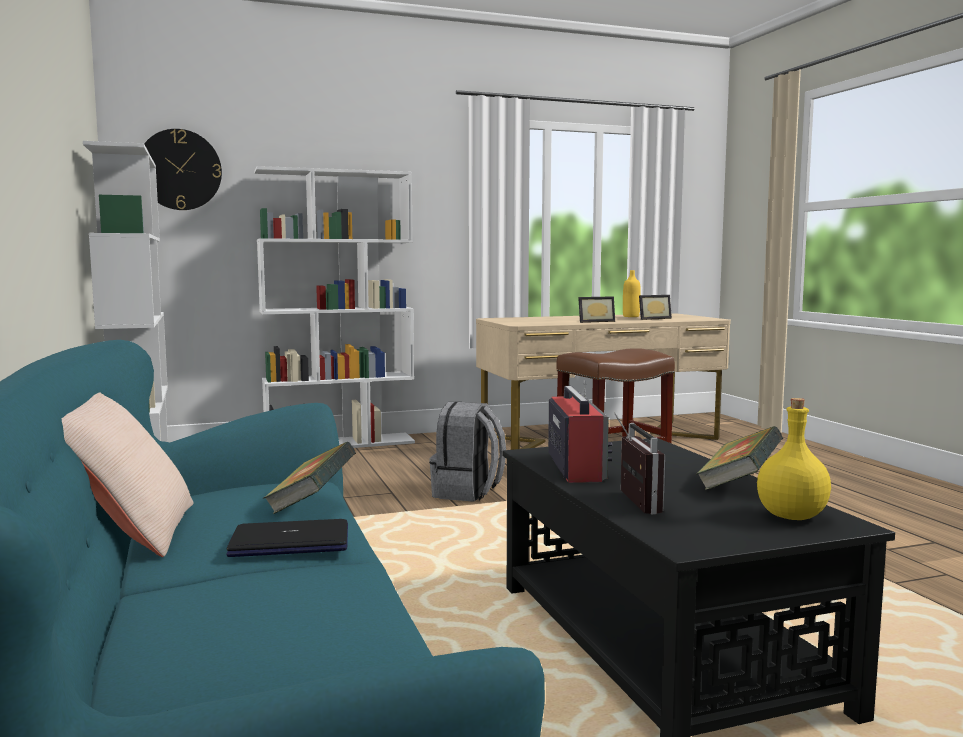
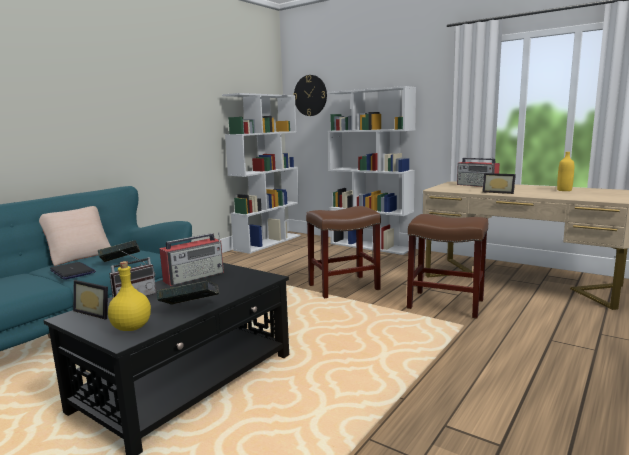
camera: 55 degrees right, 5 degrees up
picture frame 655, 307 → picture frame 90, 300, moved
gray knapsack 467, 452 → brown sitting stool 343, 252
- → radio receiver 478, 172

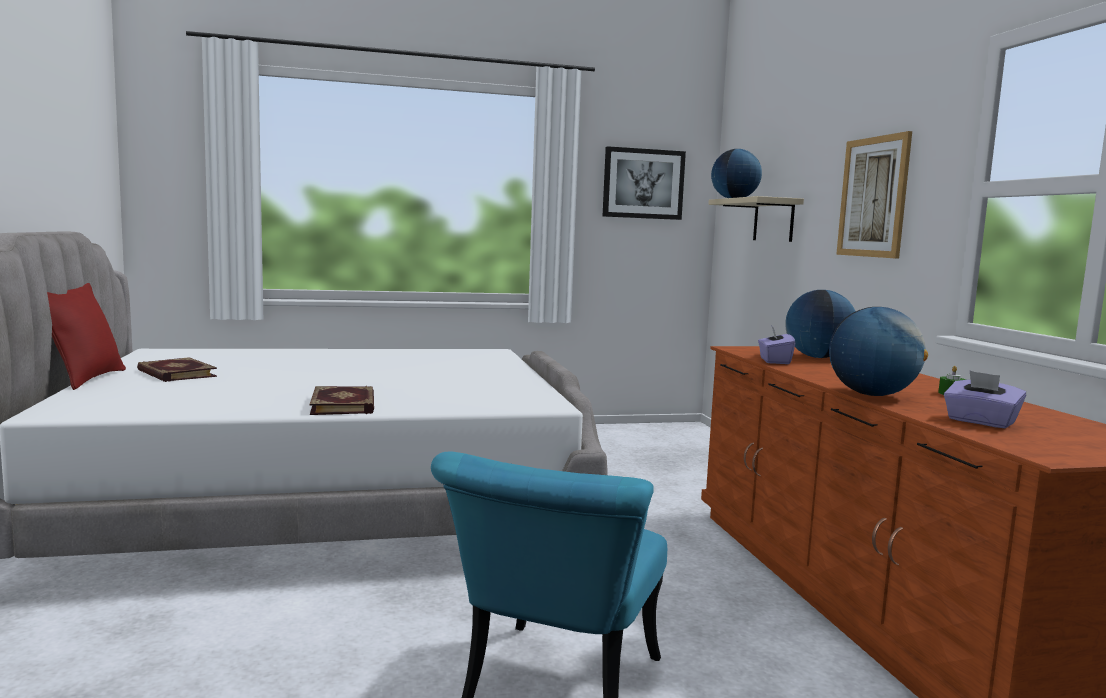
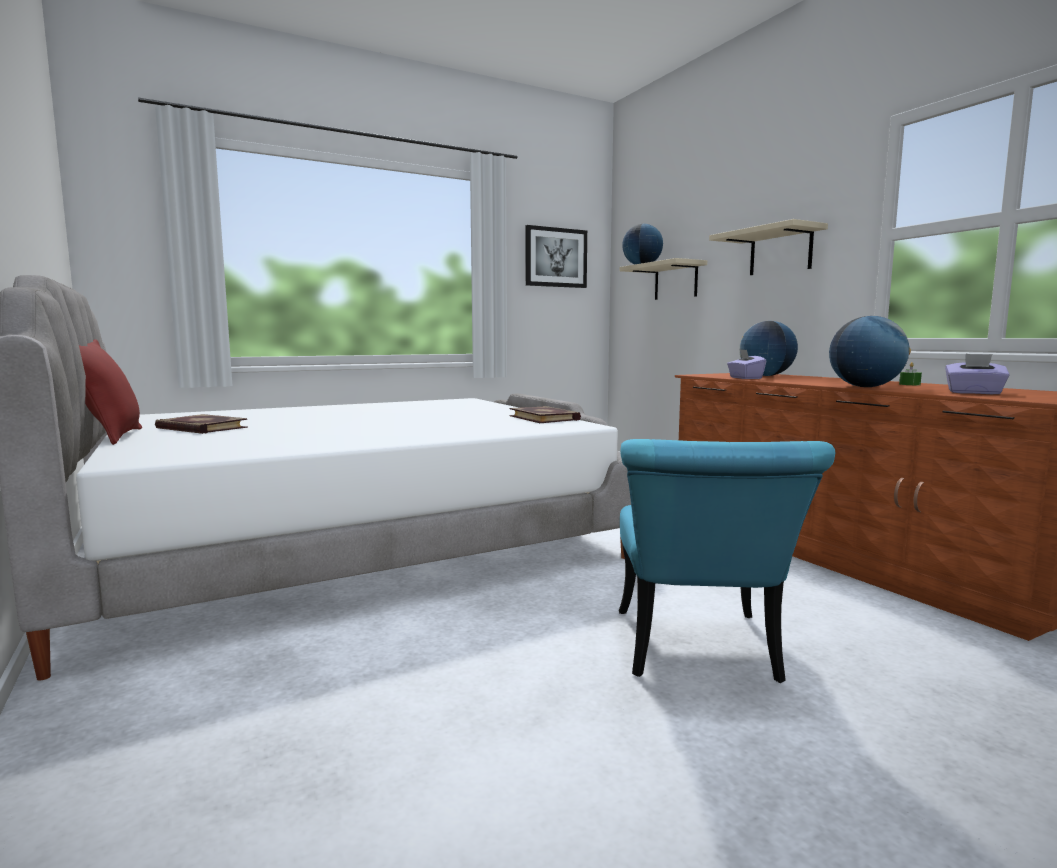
camera: 15 degrees left, 0 degrees up
wall art 874, 195 → beige-coloured bracket shelf 768, 247
bound book 342, 400 → bound book 545, 414, moved

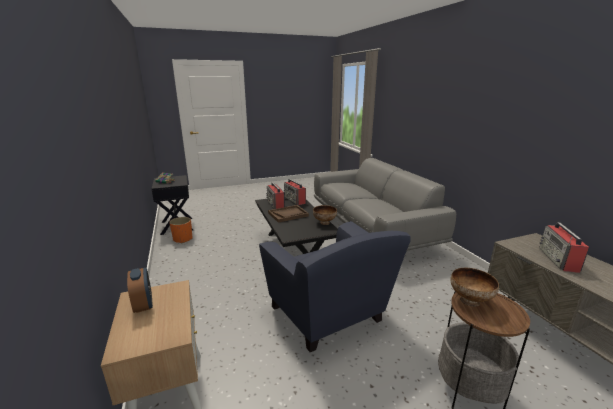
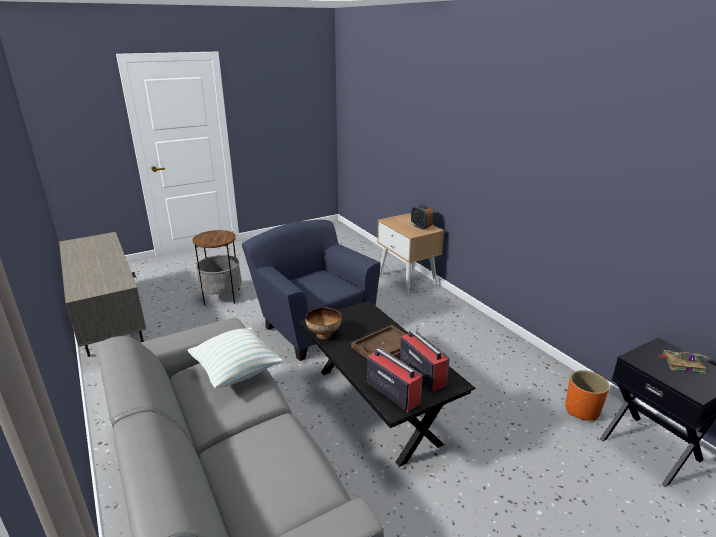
camera: 170 degrees right, 5 degrees up
radio receiver 564, 247 → -
deep dish 474, 287 → -
- → throw pillow 235, 358

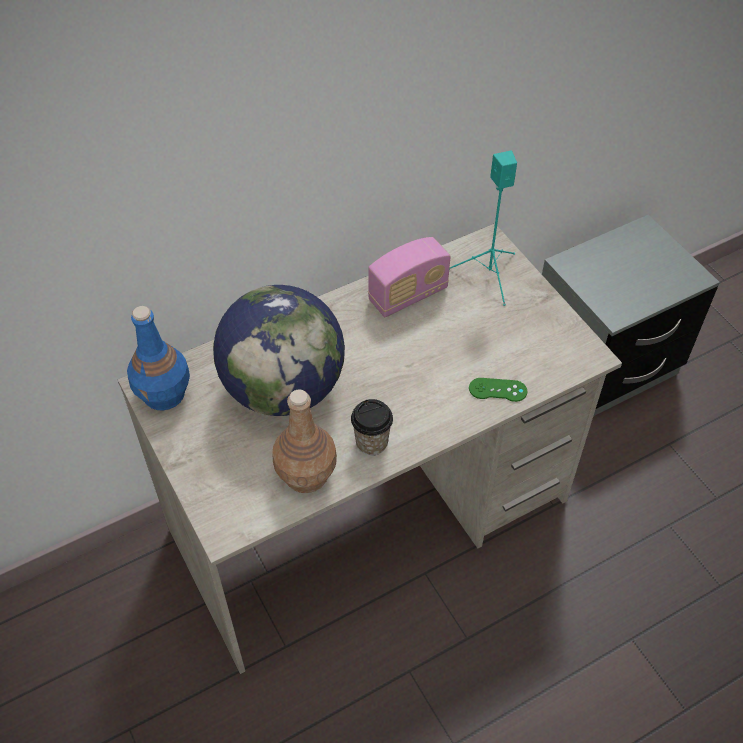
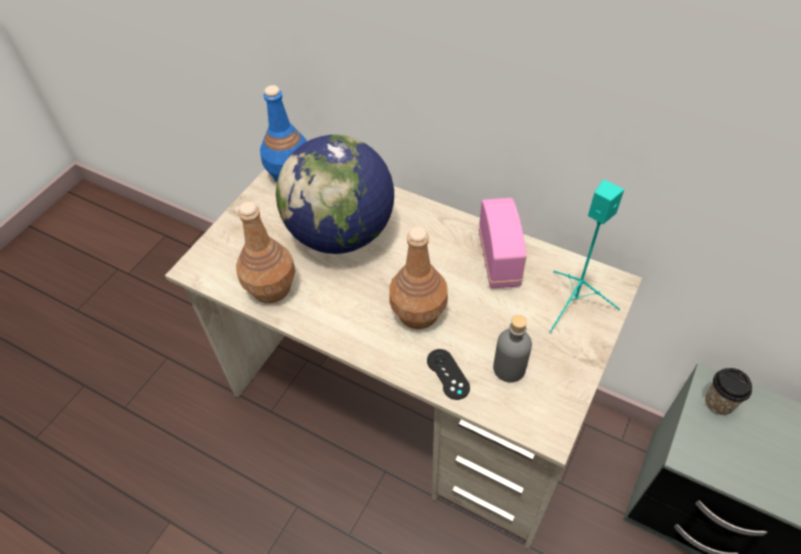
camera: 60 degrees right, 0 degrees up
radio receiver 409, 277 → radio receiver 503, 243, 120 degrees counterclockwise
green game controller 498, 390 → black game controller 448, 374
drinking cup 372, 427 → drinking cup 728, 391, moved
- → brown drink bottle 418, 278
- → gray drink bottle 512, 349

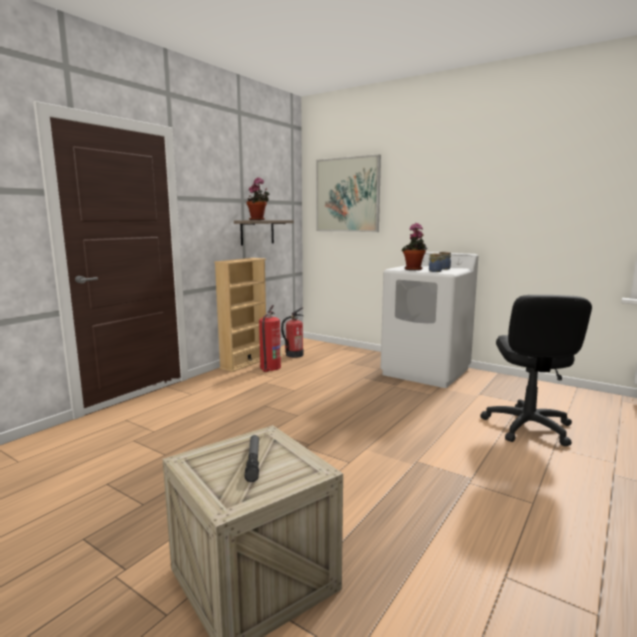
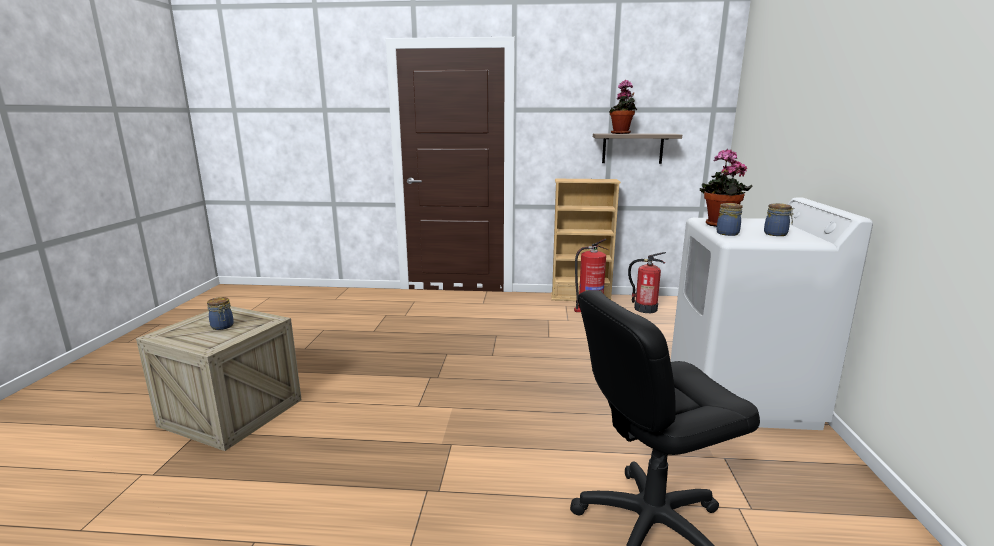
camera: 60 degrees right, 5 degrees up
wall art 348, 193 → -
torch 251, 458 → preserve jar 220, 313

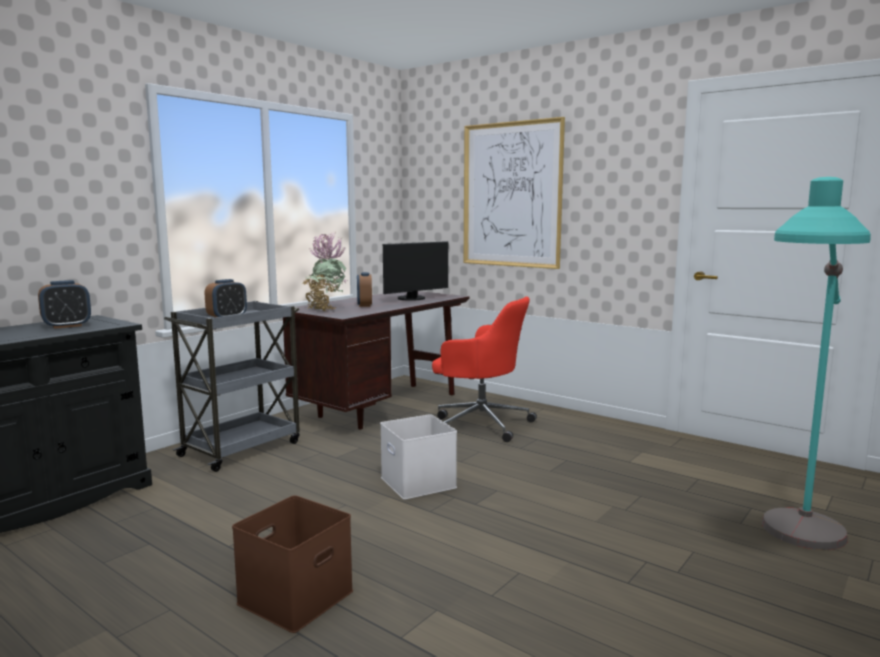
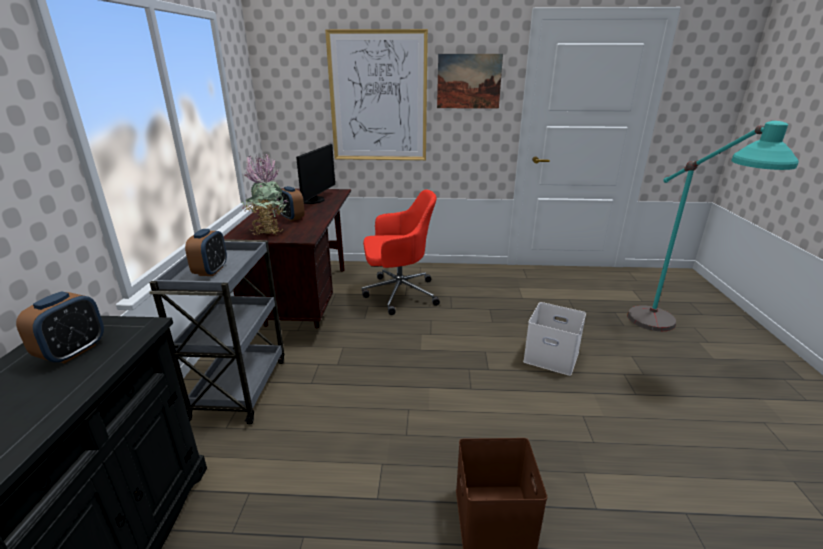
camera: 35 degrees left, 15 degrees up
whitish storage box 418, 456 → whitish storage box 554, 339, moved
- → wall art 470, 81

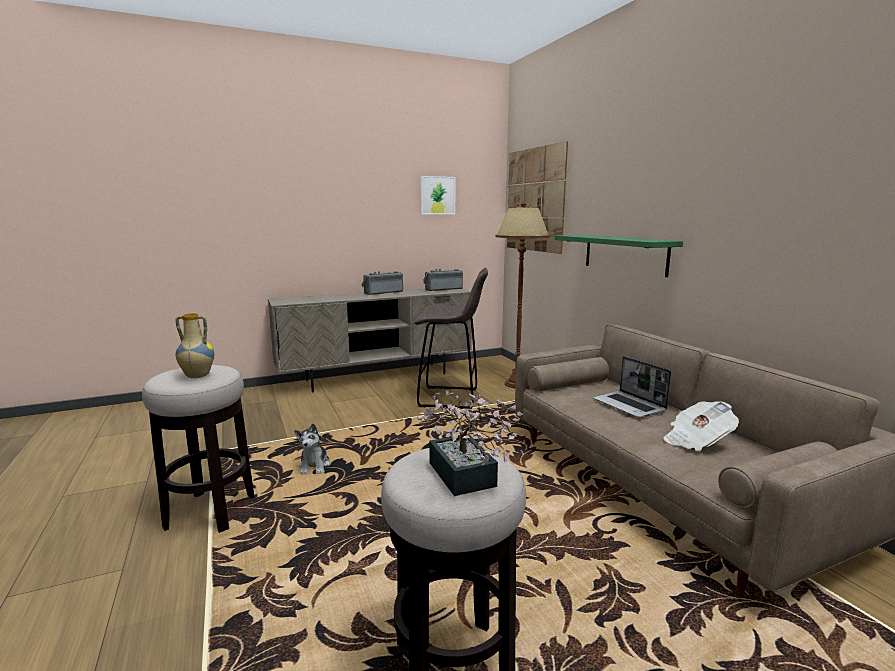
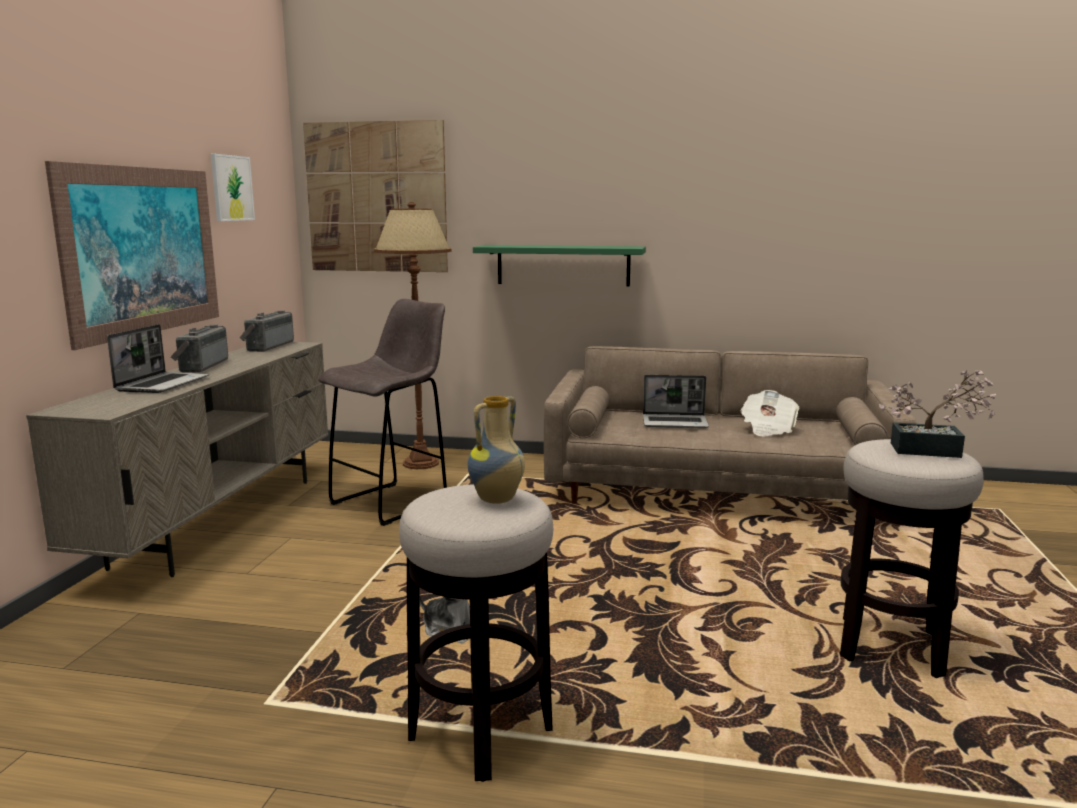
camera: 55 degrees left, 0 degrees up
- → wall art 132, 255
- → portable computer 158, 358

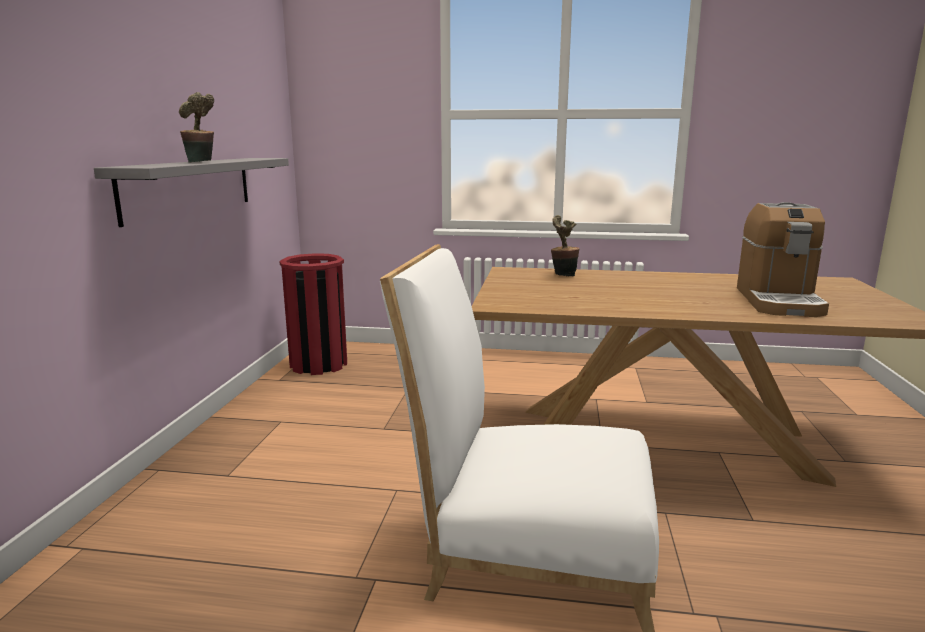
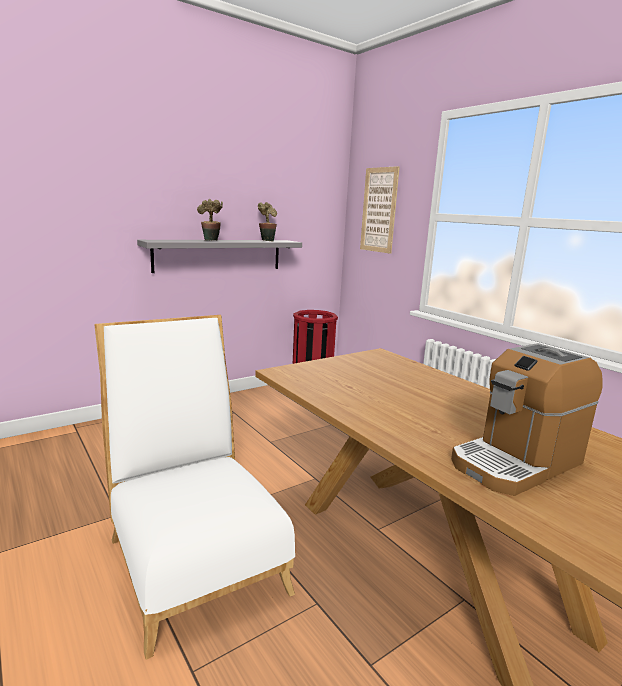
camera: 45 degrees right, 0 degrees up
potted plant 565, 246 → potted plant 267, 222, moved
- → wall art 380, 210

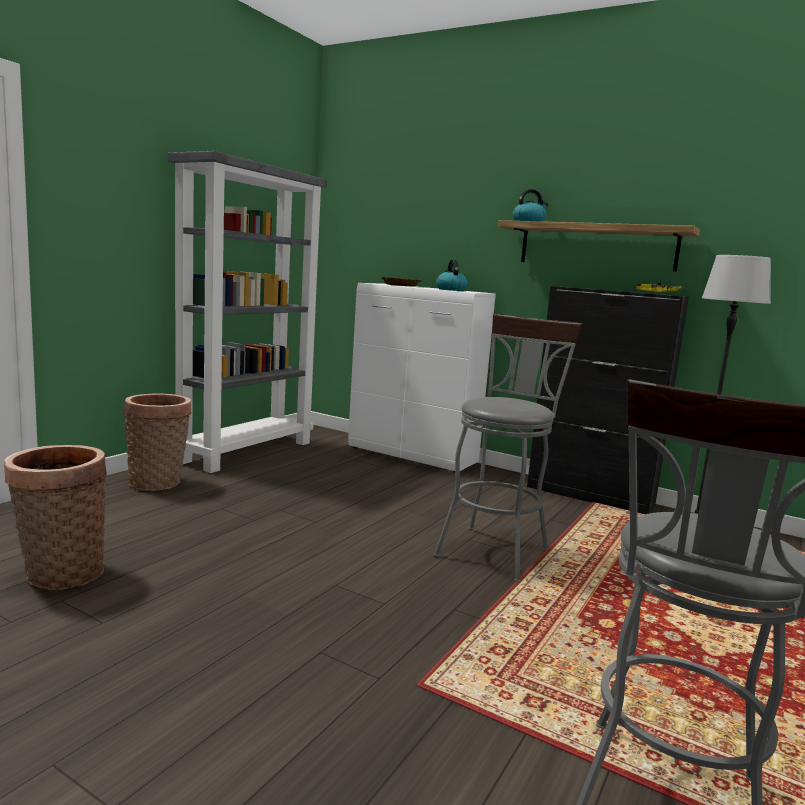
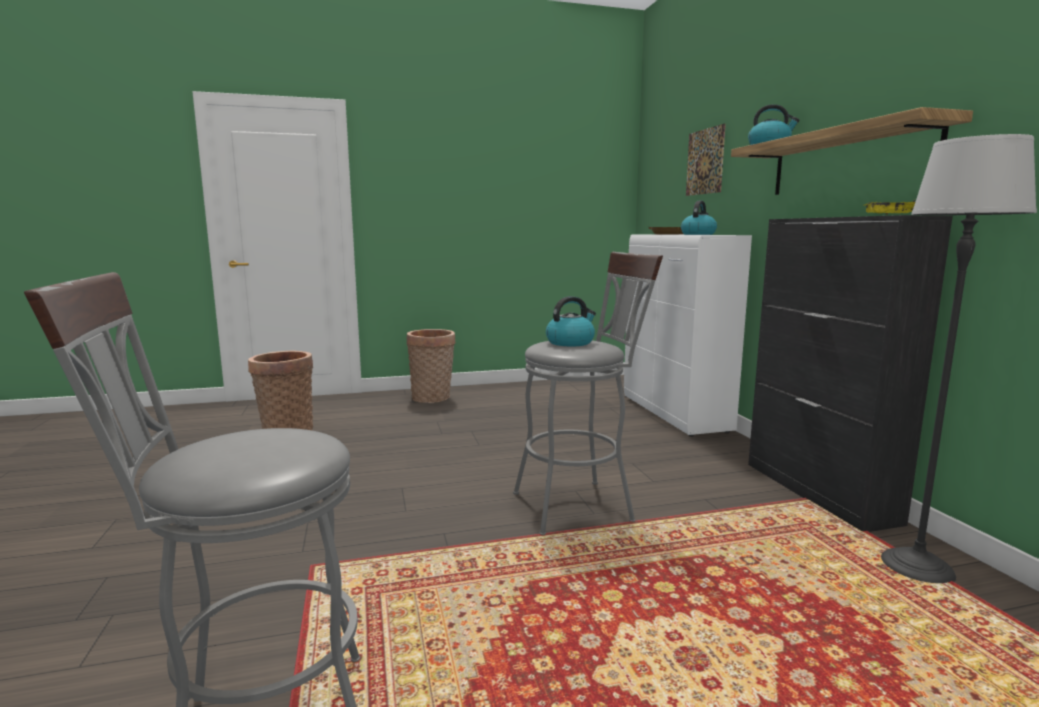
camera: 45 degrees right, 0 degrees up
gray bookcase 247, 312 → -
- → wall art 706, 160
- → tea kettle 571, 321

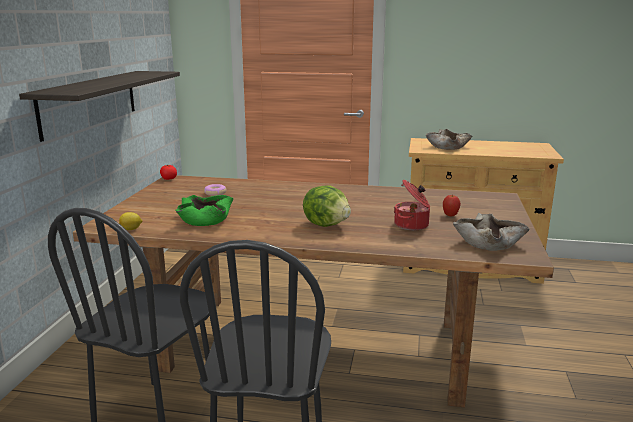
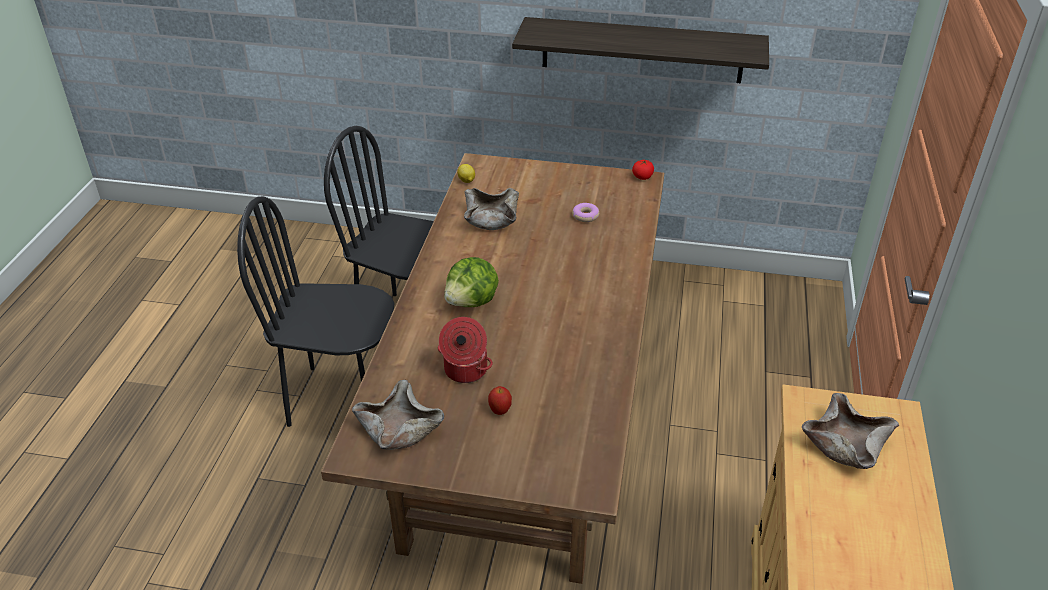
camera: 90 degrees right, 20 degrees up
green deep dish 204, 210 → beige-coloured deep dish 491, 209

